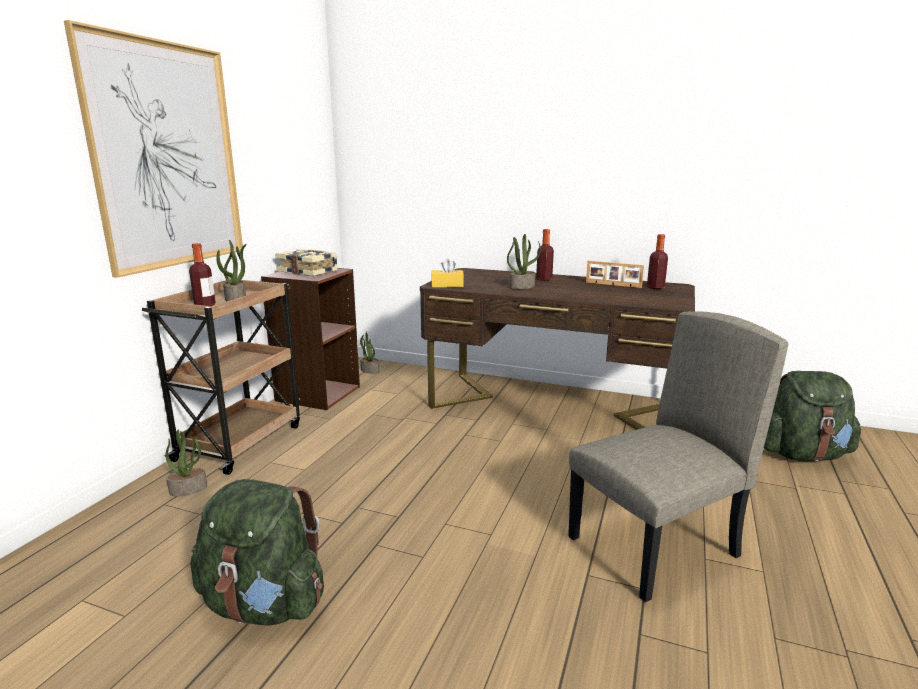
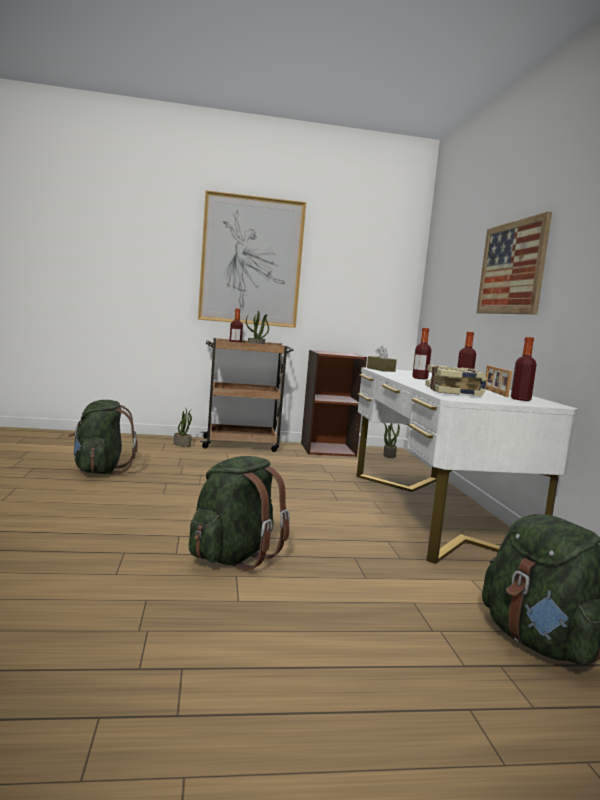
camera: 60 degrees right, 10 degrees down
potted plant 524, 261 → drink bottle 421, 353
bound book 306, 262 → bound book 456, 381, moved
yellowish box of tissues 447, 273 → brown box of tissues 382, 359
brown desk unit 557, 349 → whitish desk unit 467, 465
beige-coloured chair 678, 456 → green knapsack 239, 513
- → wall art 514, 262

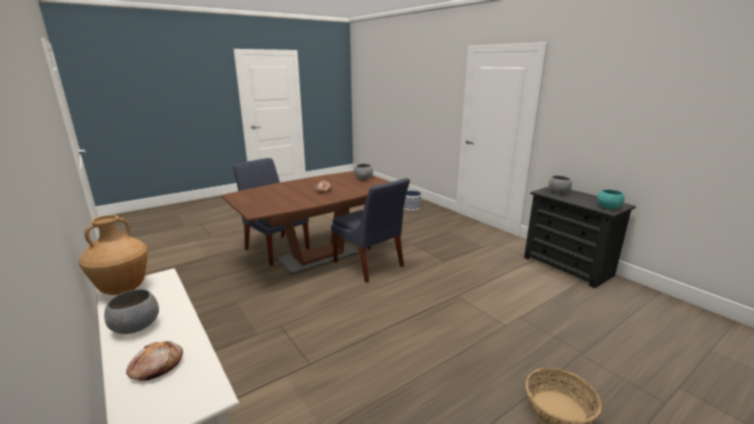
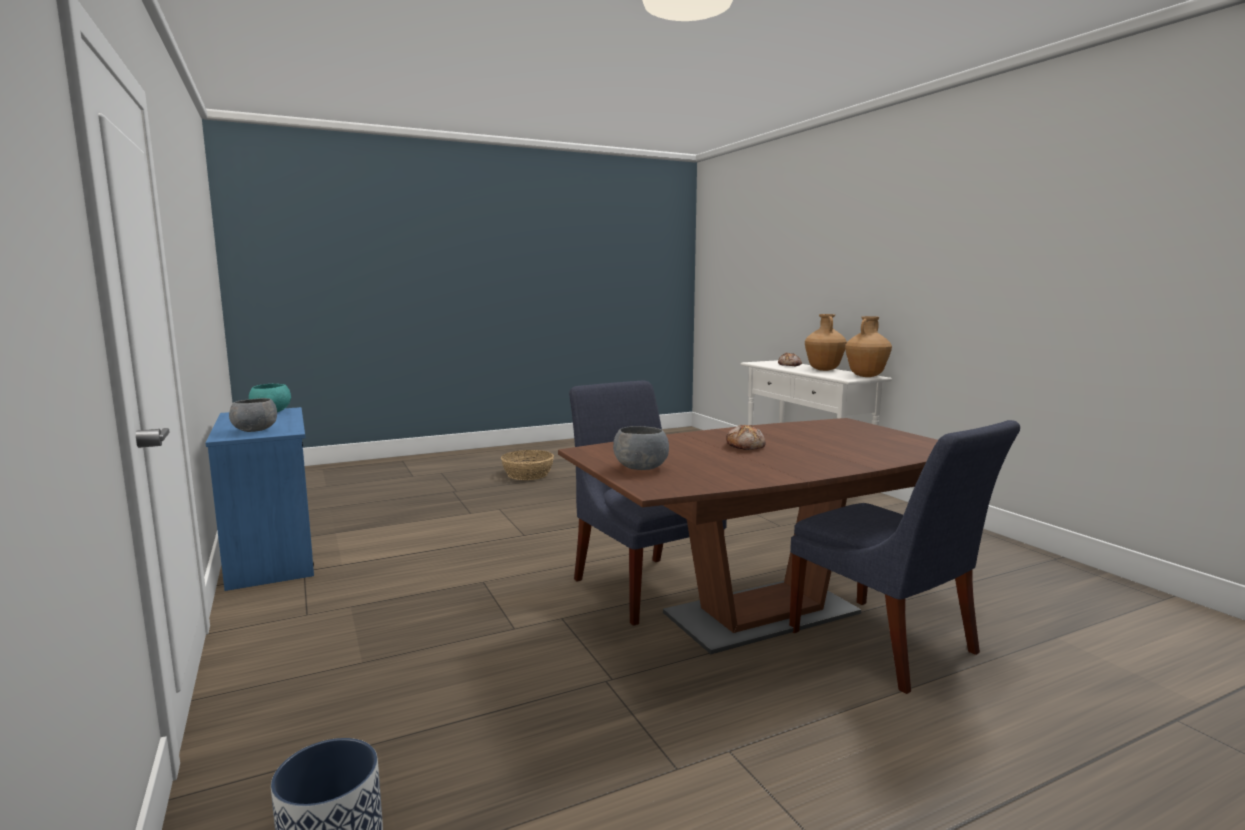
camera: 170 degrees left, 10 degrees down
black chest of drawers 580, 237 → blue-coloured chest of drawers 260, 499
gray deep dish 131, 311 → brown vase 826, 342

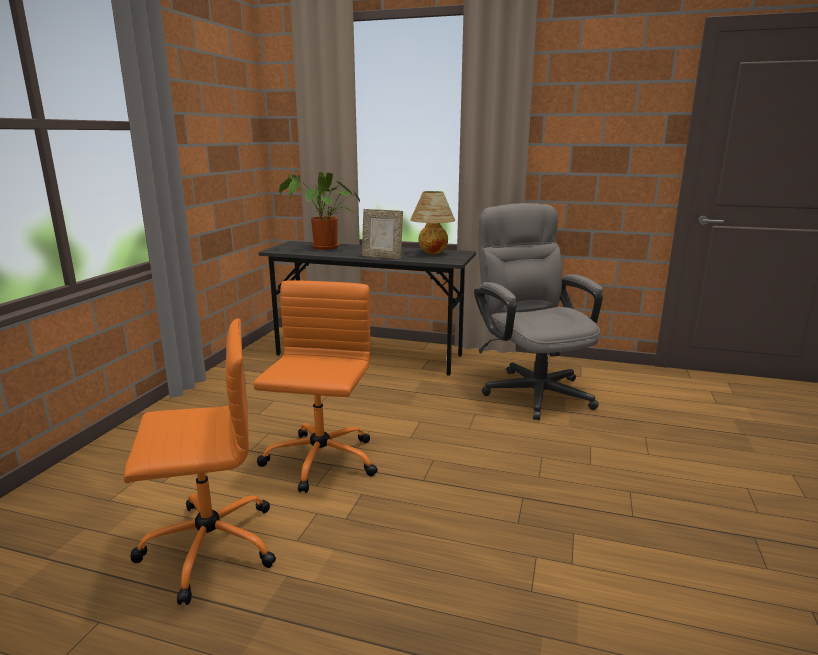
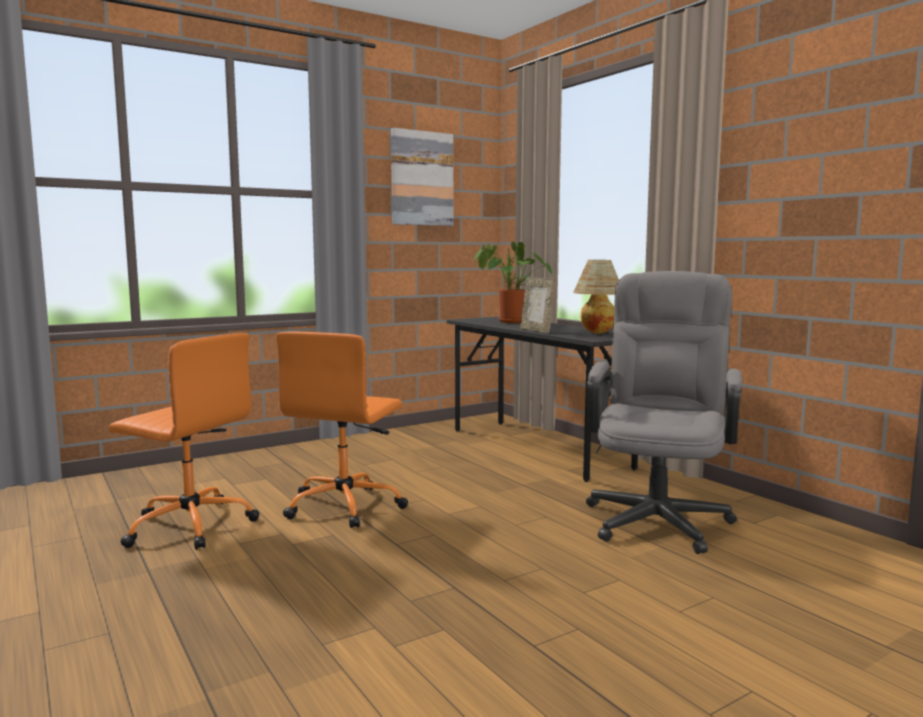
camera: 40 degrees right, 10 degrees down
orange office chair 315, 386 → orange office chair 342, 429, 150 degrees clockwise
- → wall art 422, 177

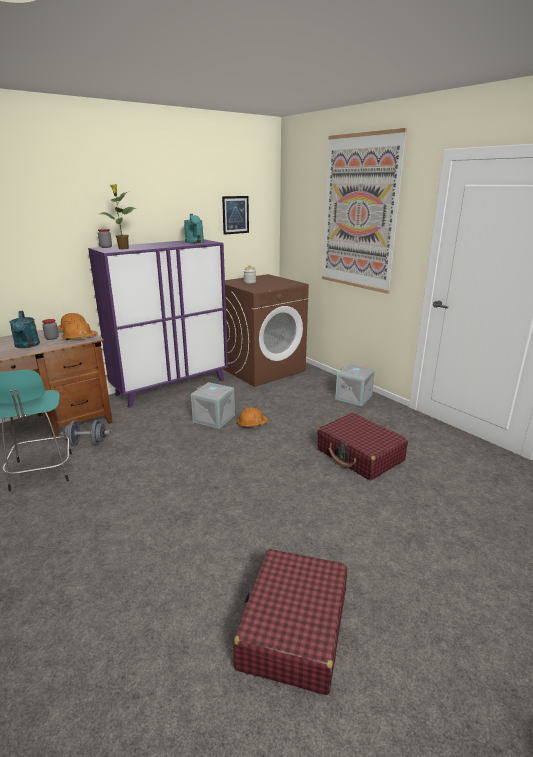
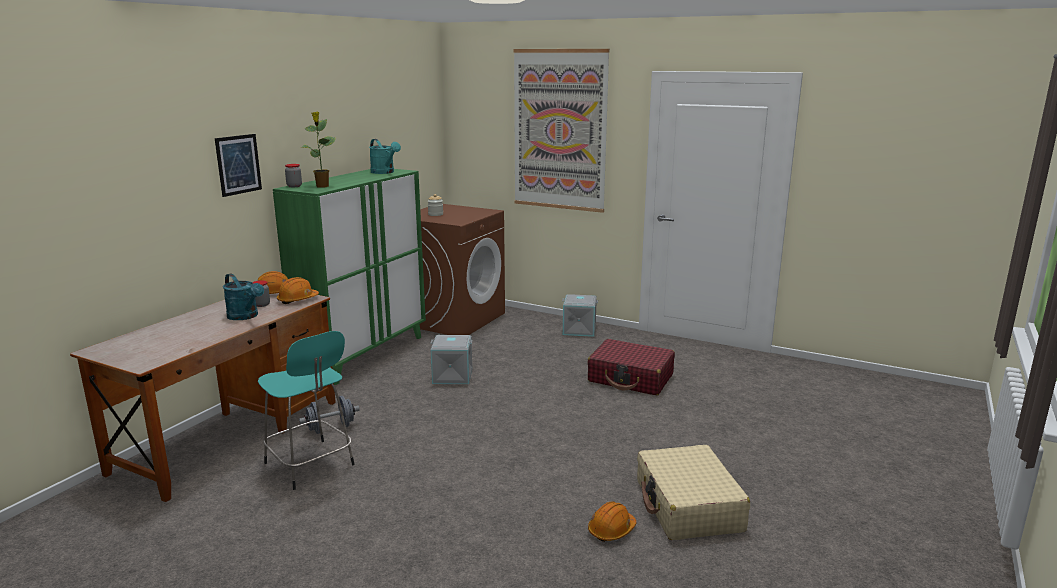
camera: 25 degrees left, 5 degrees down
wall art 235, 215 → wall art 238, 165, moved
purple storage cabinet 158, 323 → green storage cabinet 349, 277
orange work helmet 252, 417 → orange work helmet 612, 522, moved
red suitcase 290, 622 → beige-coloured suitcase 693, 492

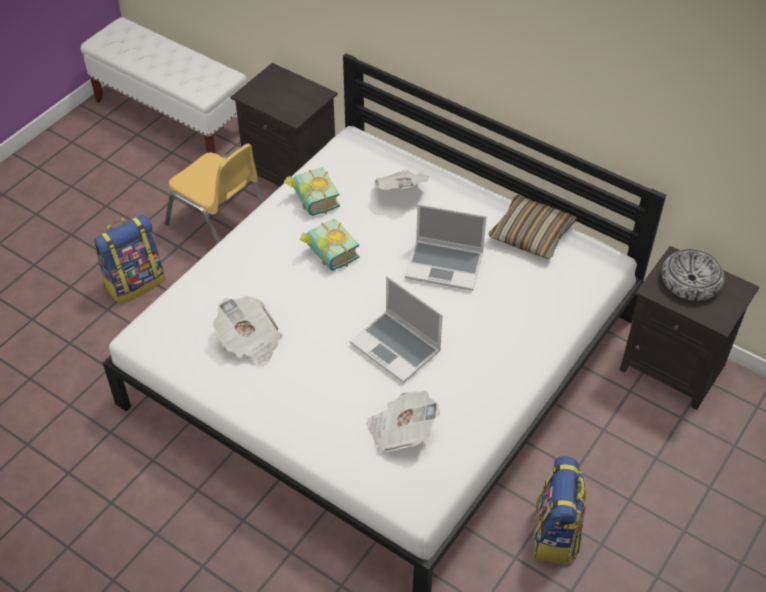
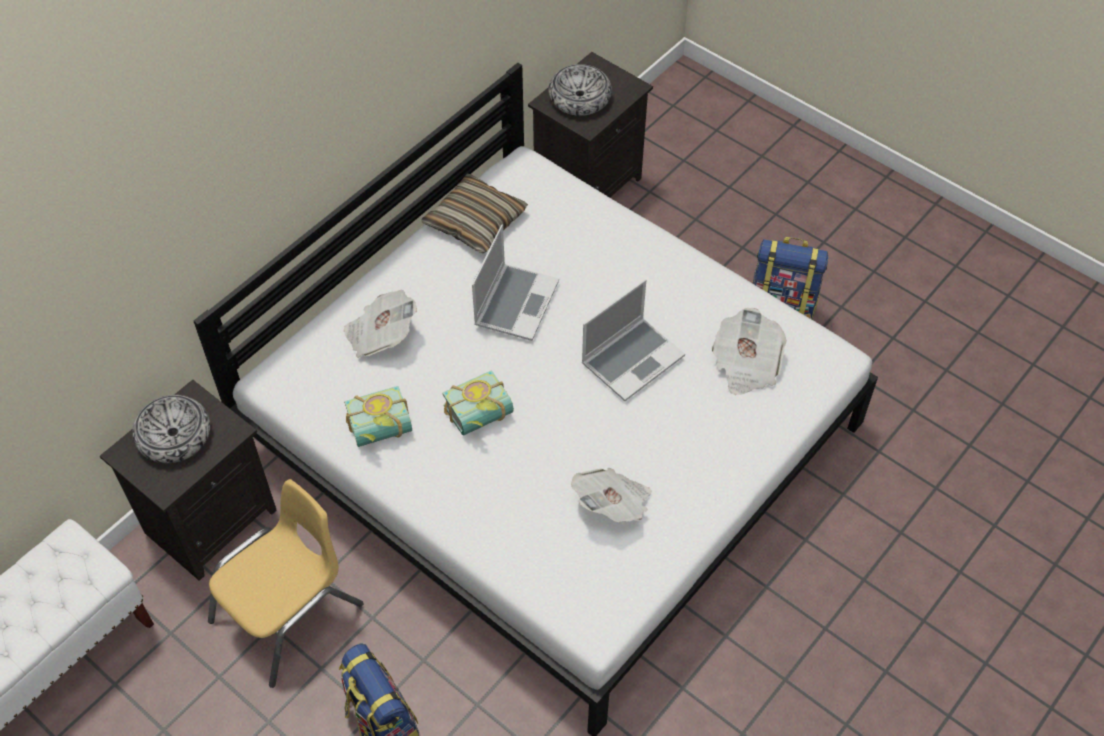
camera: 85 degrees left, 5 degrees up
- → deep dish 171, 429

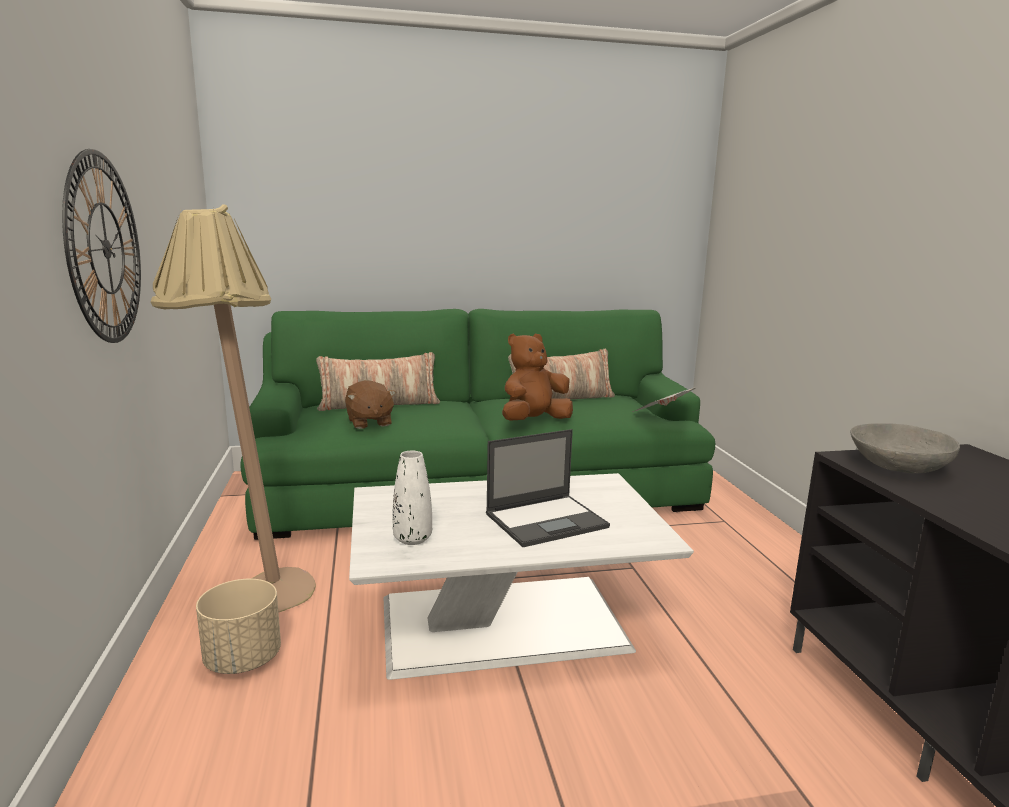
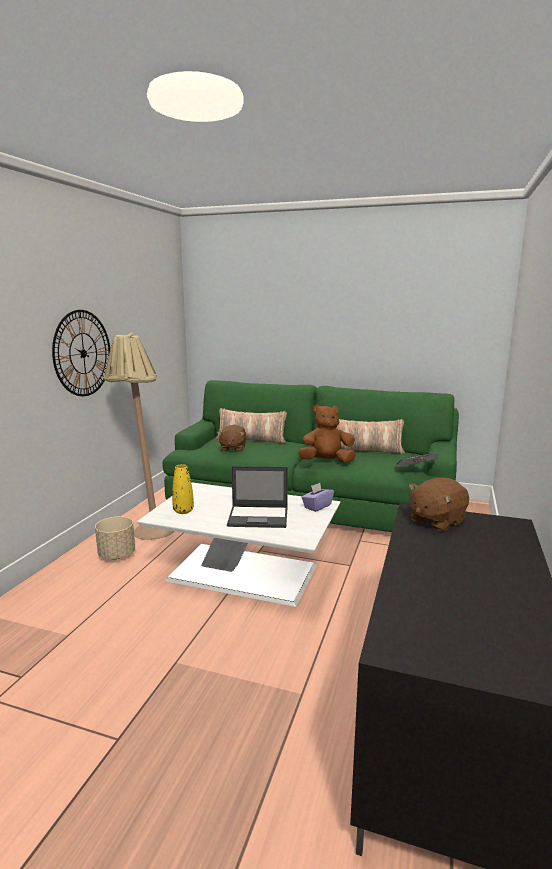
camera: 30 degrees right, 0 degrees up
gray deep dish 905, 448 → brown plush toy 439, 504
whitish vase 412, 498 → yellowish vase 183, 489
- → purple box of tissues 318, 497

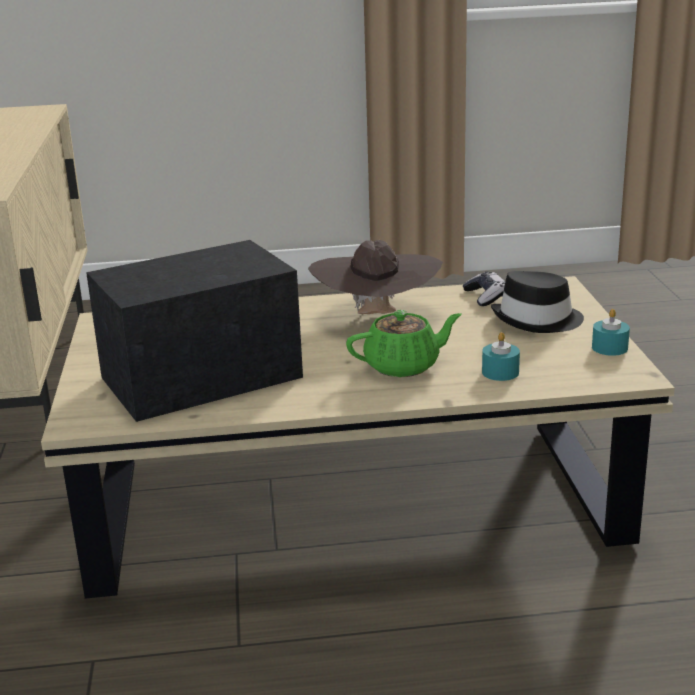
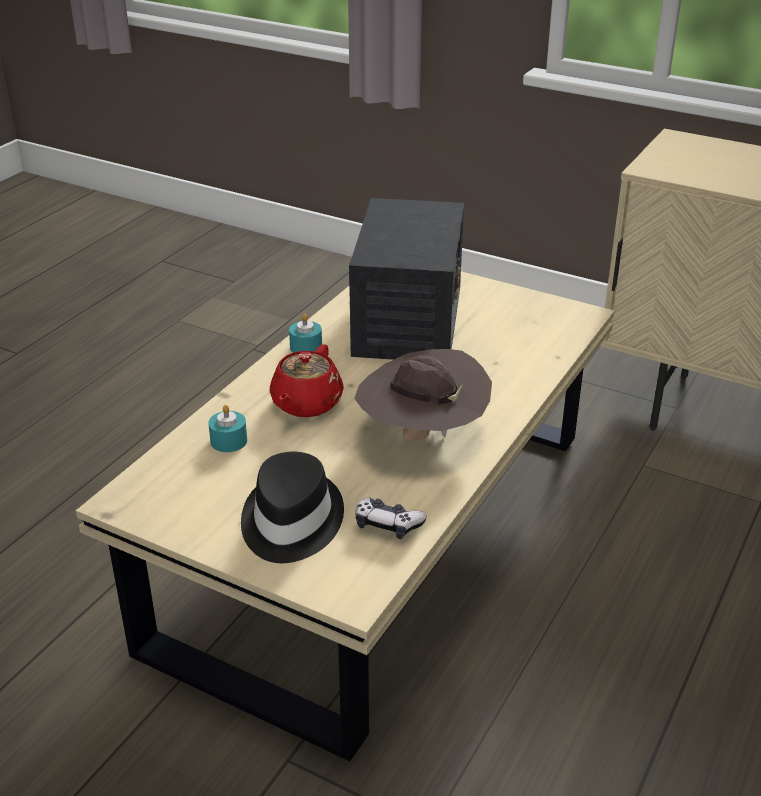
camera: 125 degrees right, 10 degrees up
turquoise-coloured candle 611, 332 → turquoise-coloured candle 305, 333, moved
green pot for tea 403, 343 → red pot for tea 307, 380

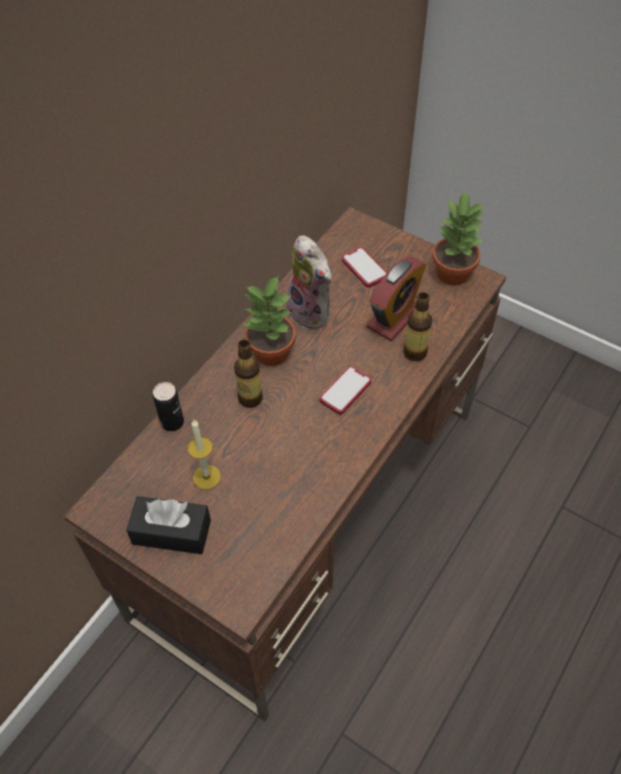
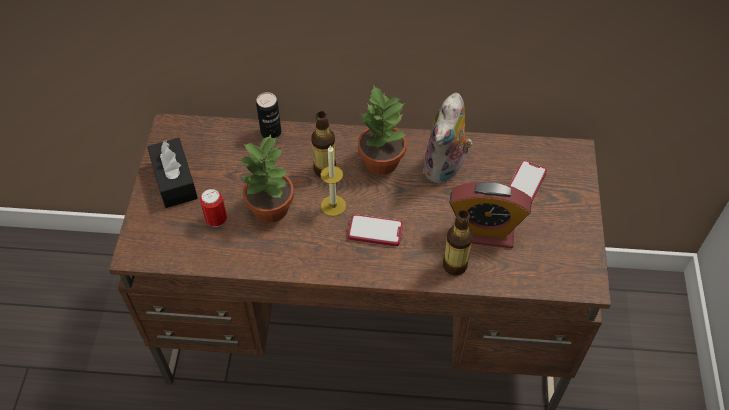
camera: 60 degrees right, 0 degrees up
potted plant 459, 238 → potted plant 267, 178, moved
candle 204, 454 → candle 333, 180, moved
- → metal can 213, 208

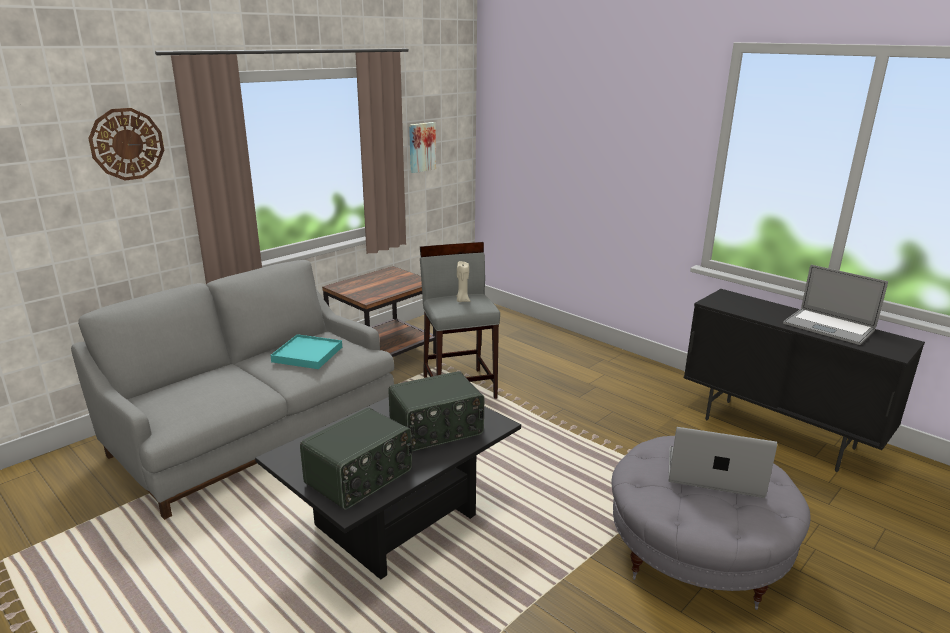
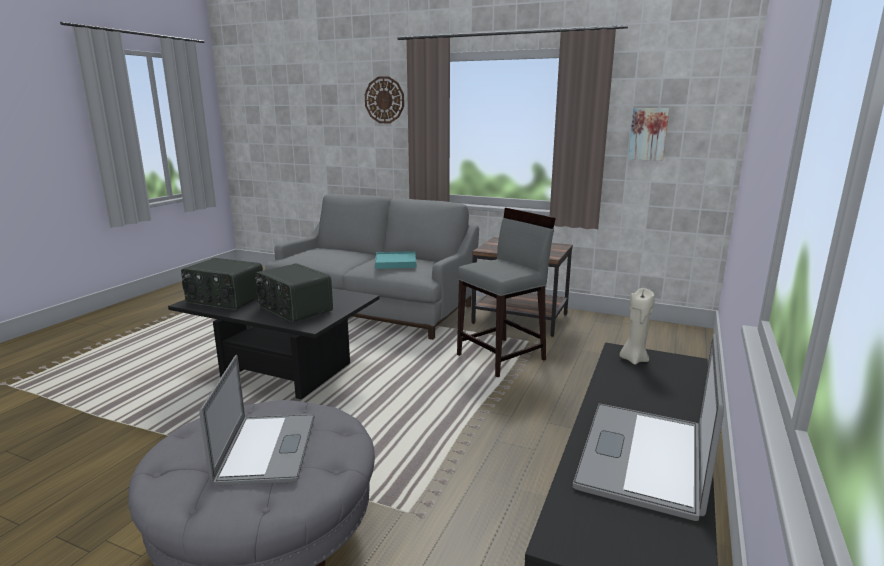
camera: 70 degrees right, 5 degrees down
beige-coloured candle 463, 281 → beige-coloured candle 637, 326, moved

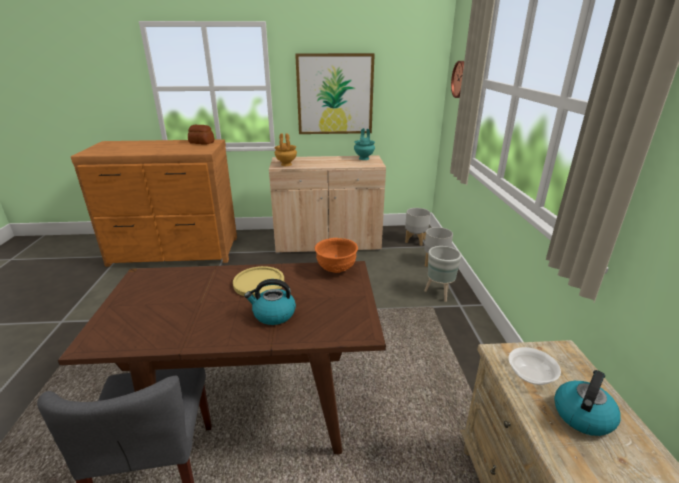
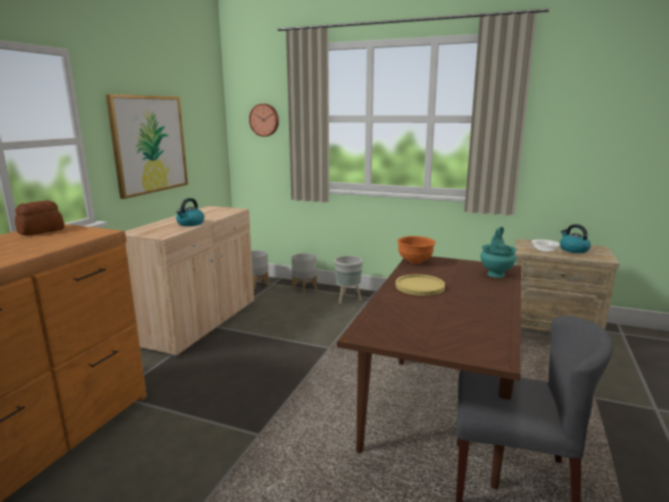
camera: 65 degrees left, 10 degrees down
turquoise-coloured vase 364, 144 → turquoise-coloured vase 498, 252, moved
brown vase 285, 149 → -
tea kettle 270, 302 → tea kettle 190, 212, moved

